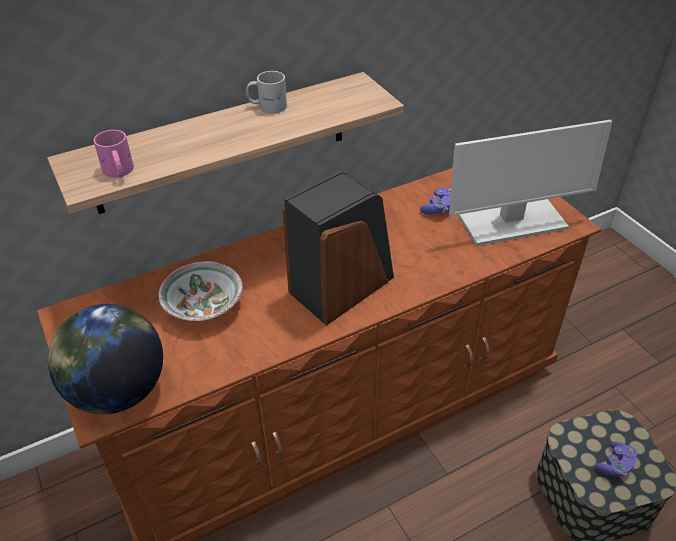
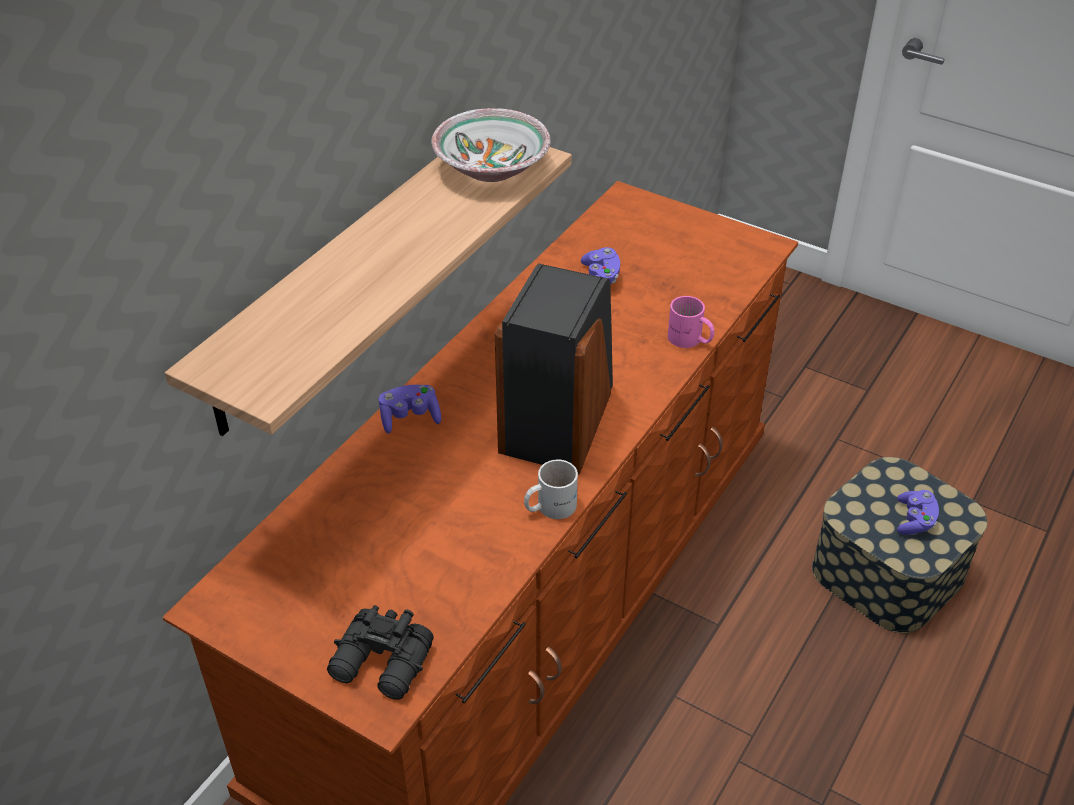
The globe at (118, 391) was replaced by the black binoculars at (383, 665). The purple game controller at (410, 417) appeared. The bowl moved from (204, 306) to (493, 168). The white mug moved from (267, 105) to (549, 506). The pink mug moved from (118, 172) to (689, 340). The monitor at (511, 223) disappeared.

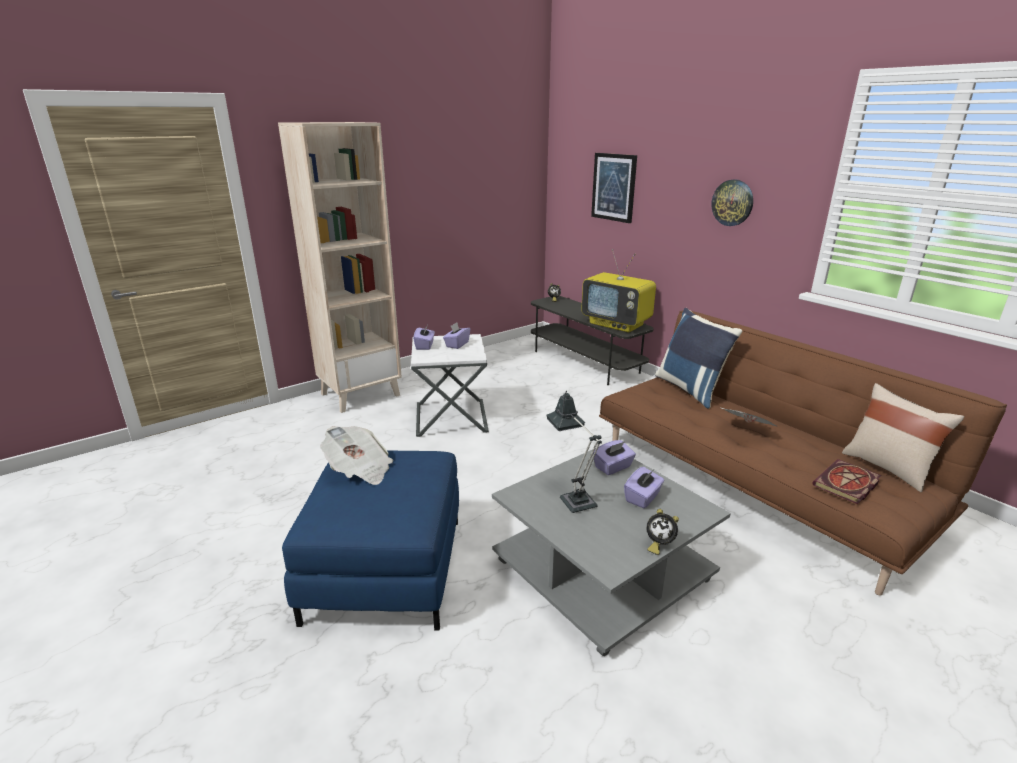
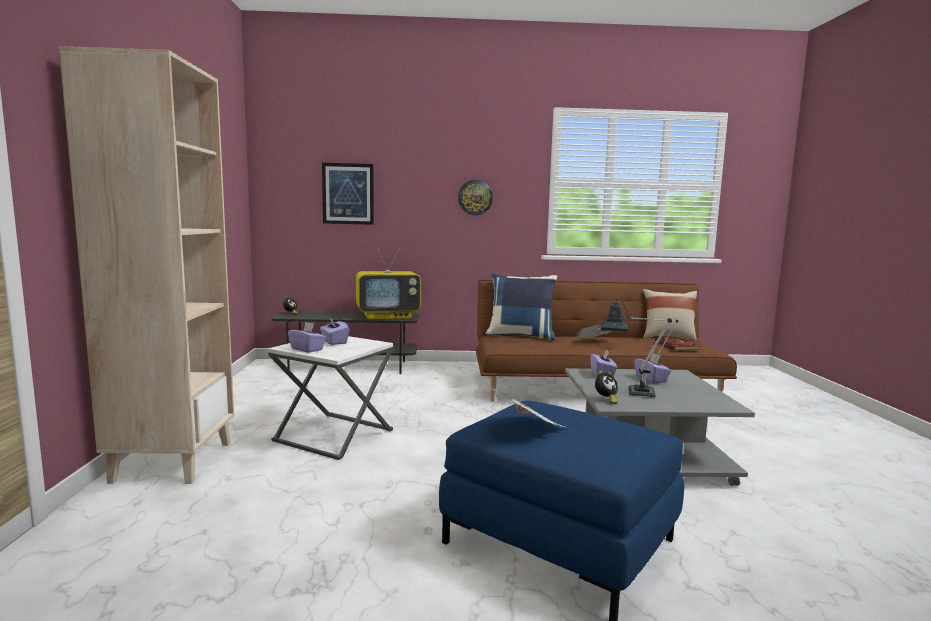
The alarm clock moved from (658, 544) to (605, 400).

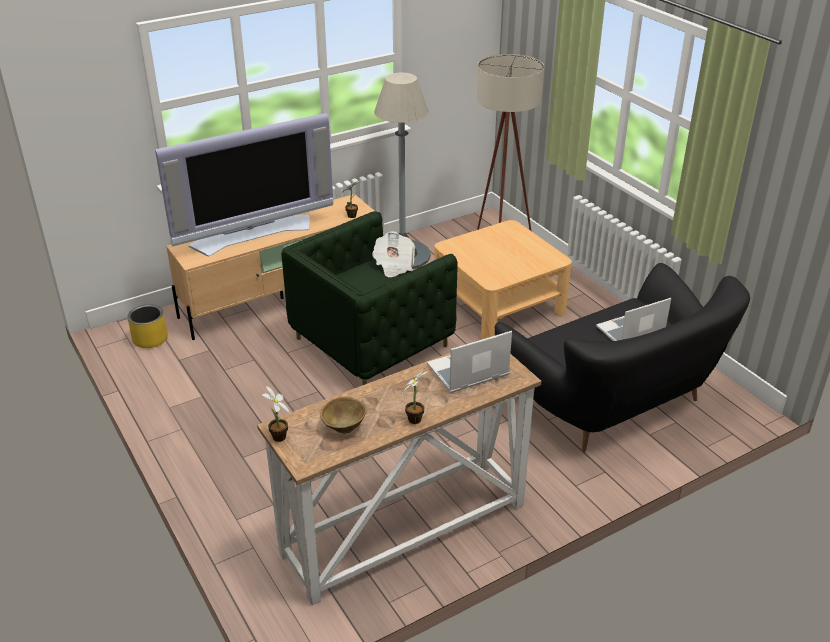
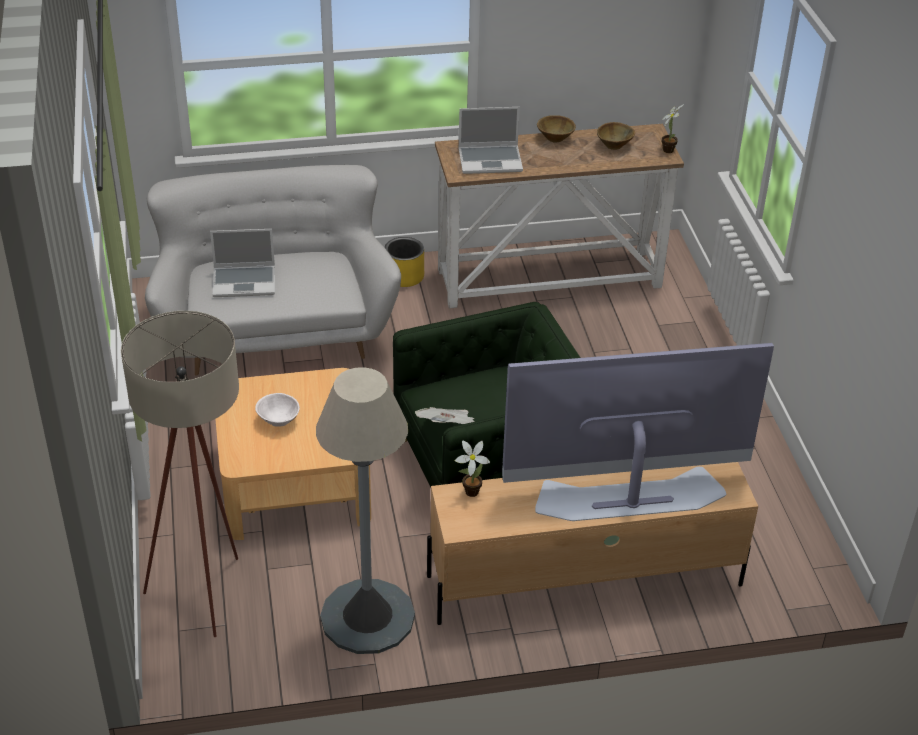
The black sofa at (613, 401) became the white sofa at (275, 329). The white bowl at (278, 421) appeared. The yellow planter moved from (150, 339) to (404, 276). The potted plant at (416, 418) was replaced by the brown bowl at (554, 139).

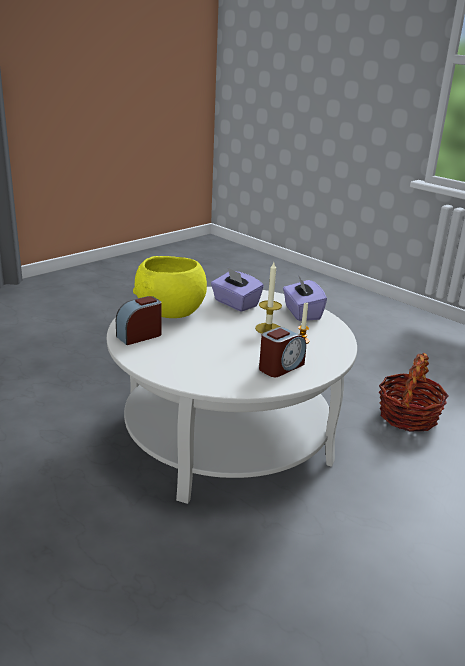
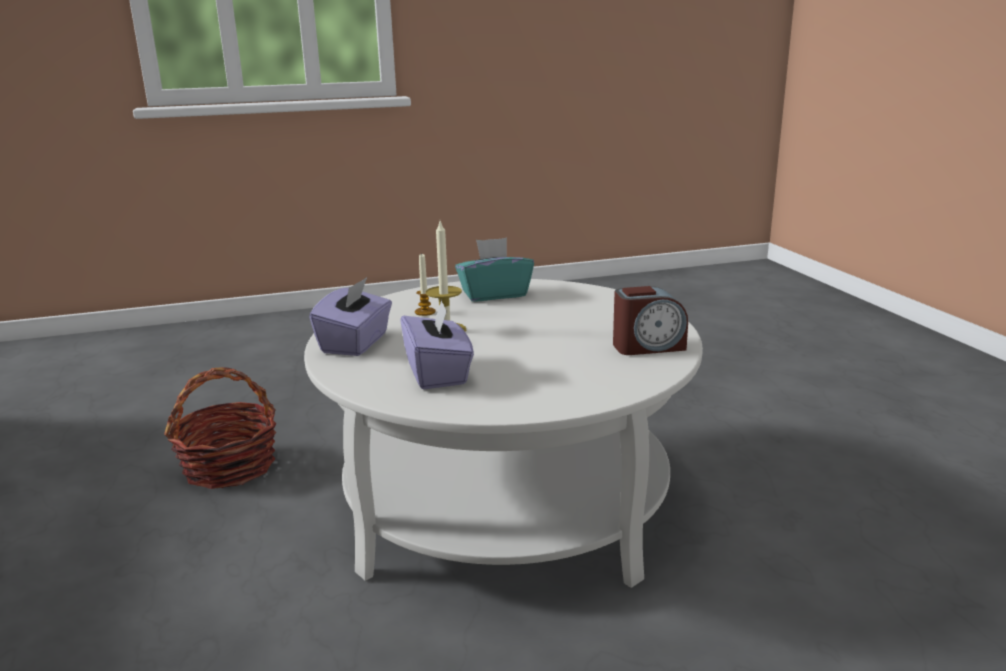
The alarm clock at (281, 367) was replaced by the turquoise tissue box at (494, 294). The yellow bowl at (169, 312) disappeared.

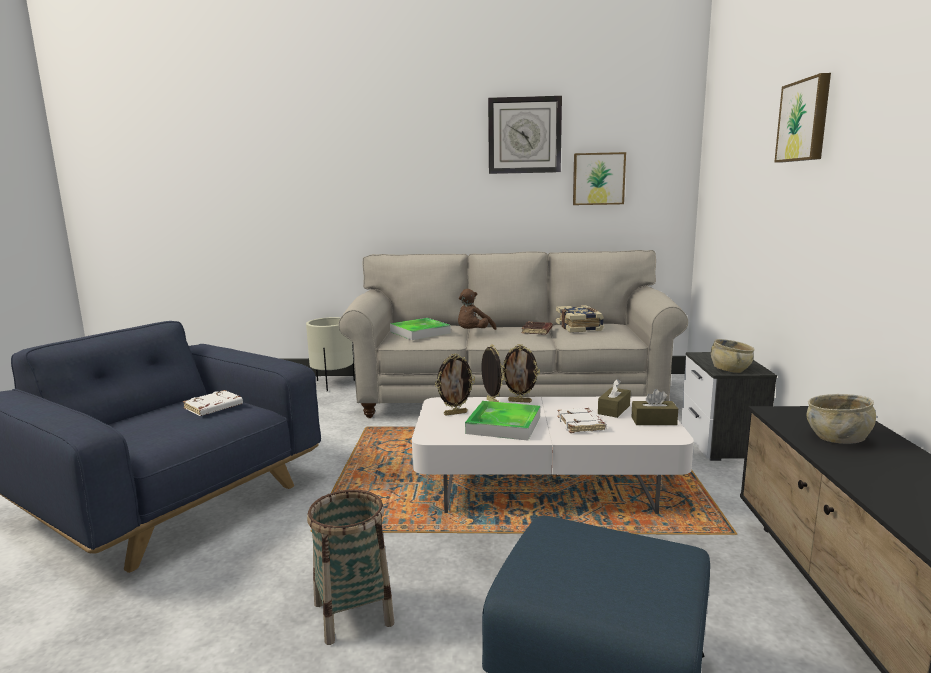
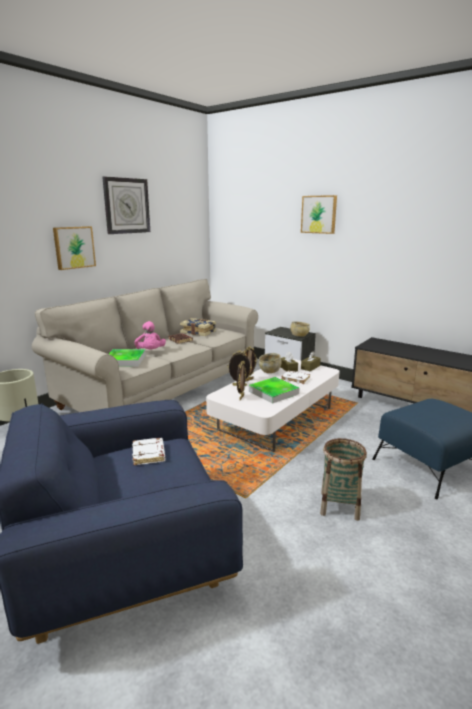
The picture moved from (598, 179) to (74, 247). The brown plush toy at (473, 333) became the pink plush toy at (150, 351). The beige bowl moved from (837, 438) to (270, 371).

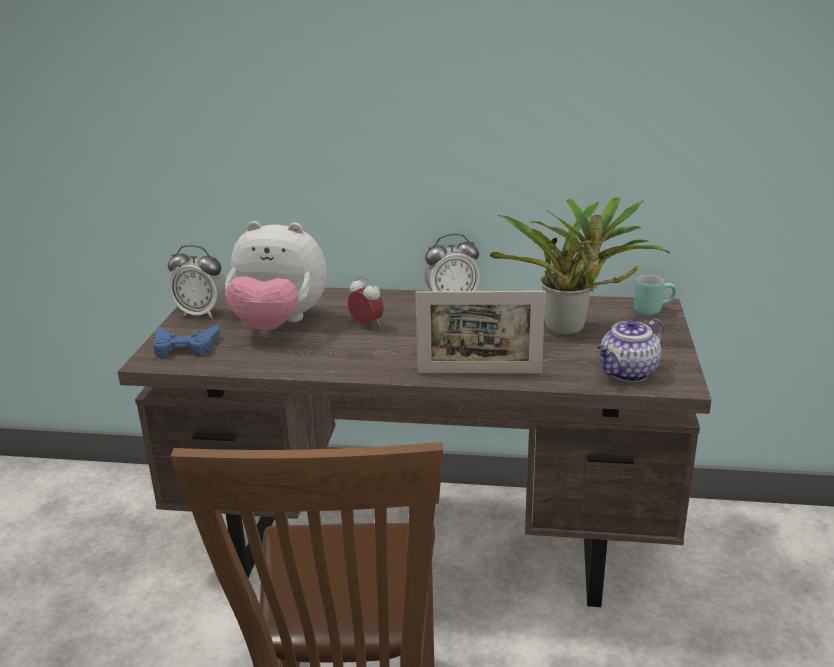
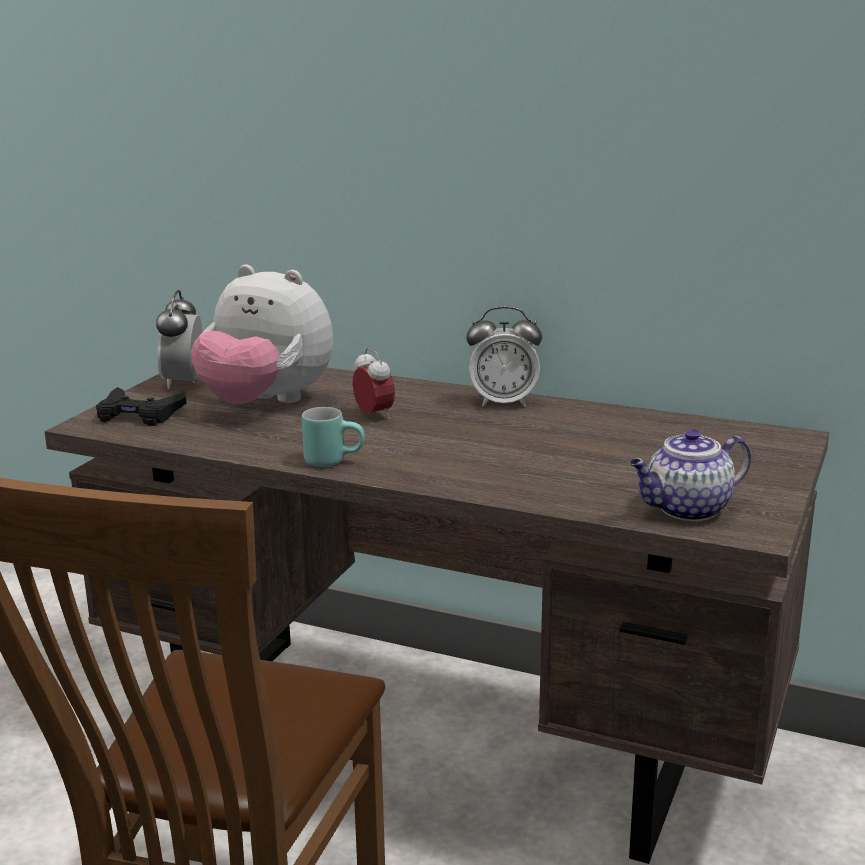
The blue game controller at (185, 346) became the black game controller at (139, 414). The alarm clock at (202, 313) turned 60 degrees clockwise. The turquoise mug moved from (652, 309) to (334, 460). The picture frame at (479, 373) disappeared. The potted plant at (570, 330) disappeared.

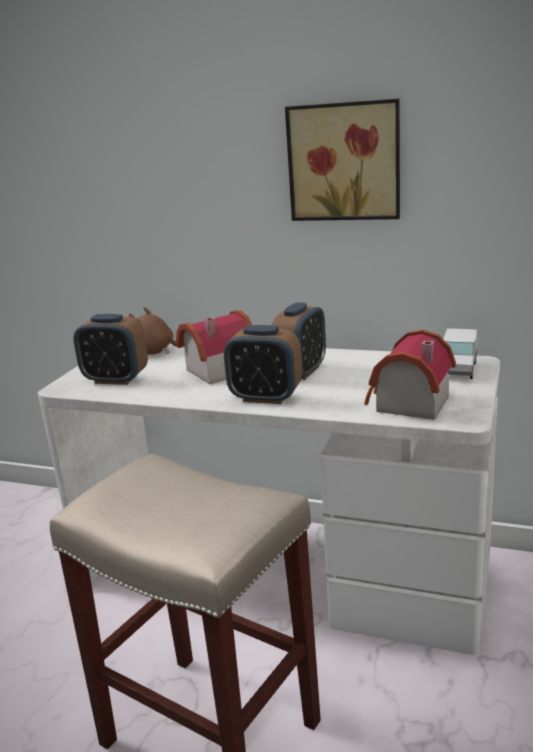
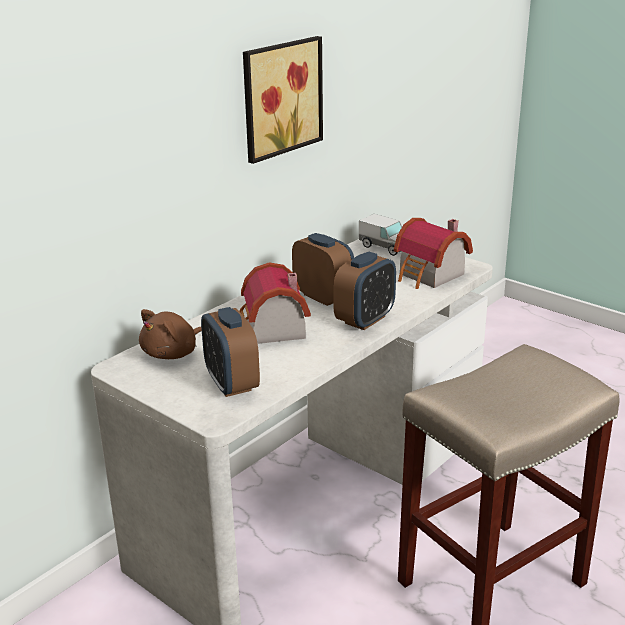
The alarm clock at (115, 379) turned 120 degrees clockwise.

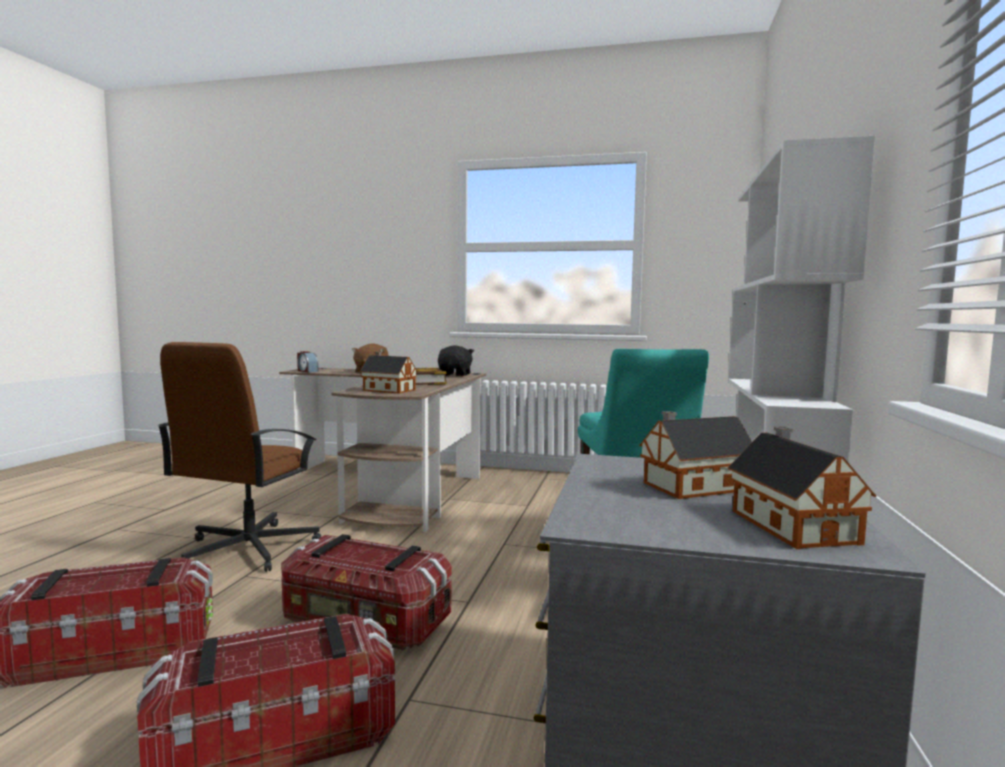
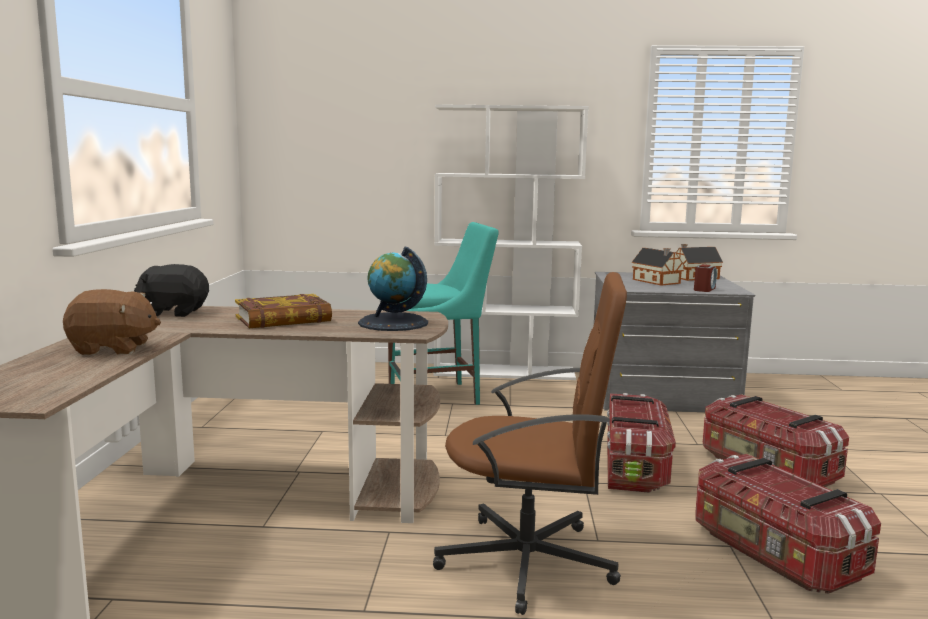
The toy house at (387, 390) was replaced by the globe at (393, 323). The alarm clock moved from (307, 371) to (704, 289).

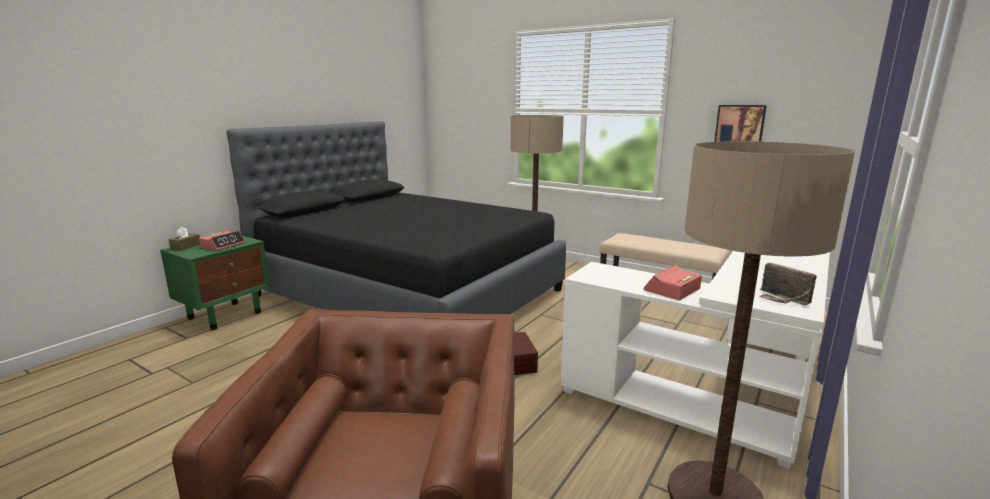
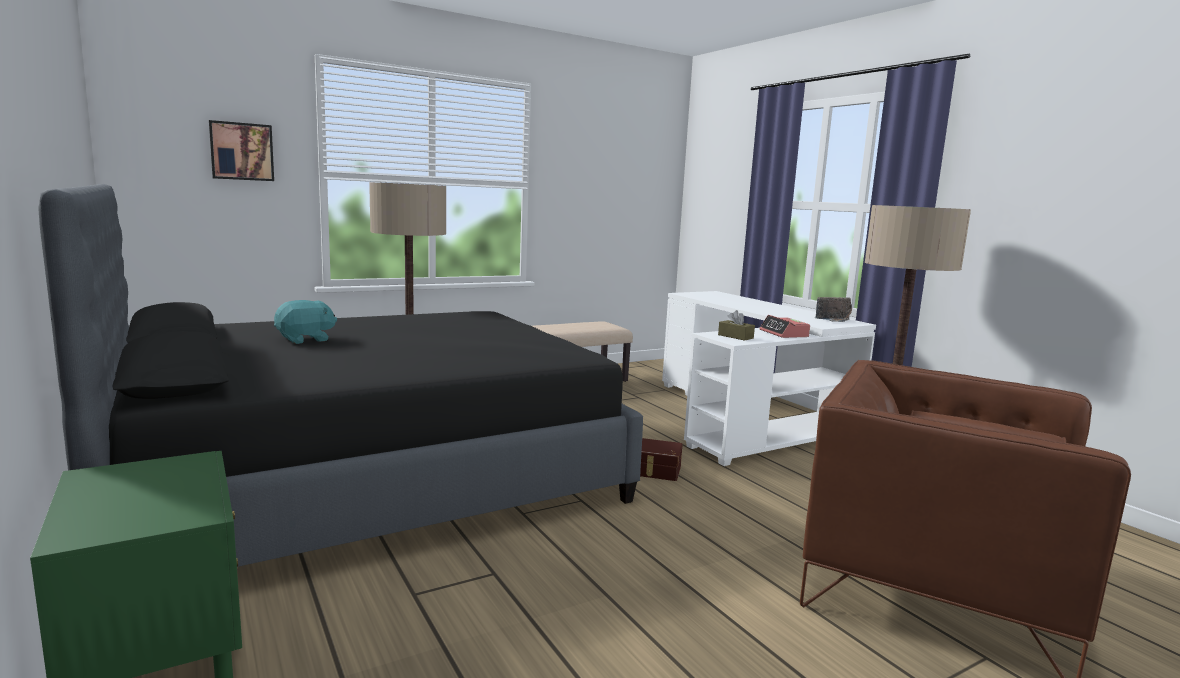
The picture moved from (739, 126) to (242, 151). The turquoise plush toy at (305, 339) appeared. The brown tissue box moved from (186, 247) to (735, 336). The alarm clock at (223, 245) disappeared.

